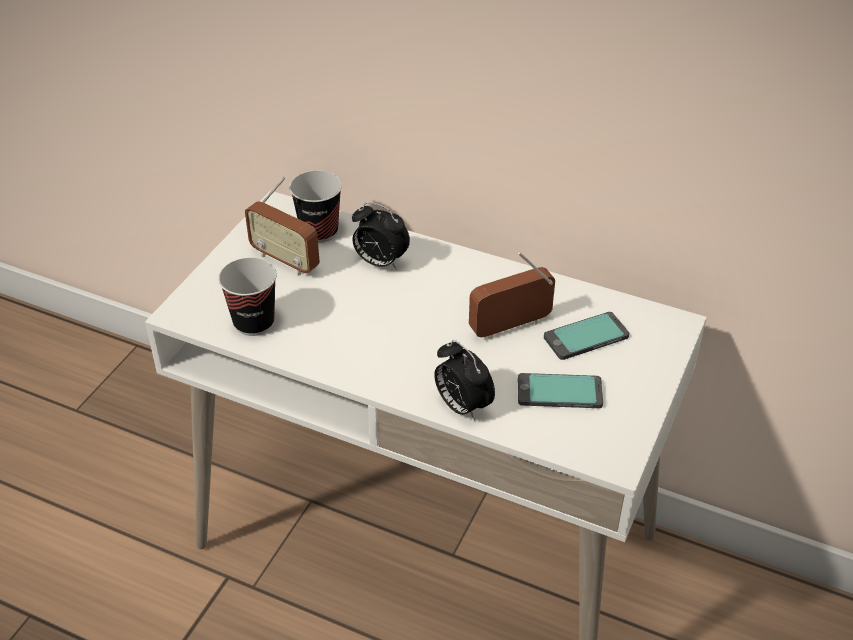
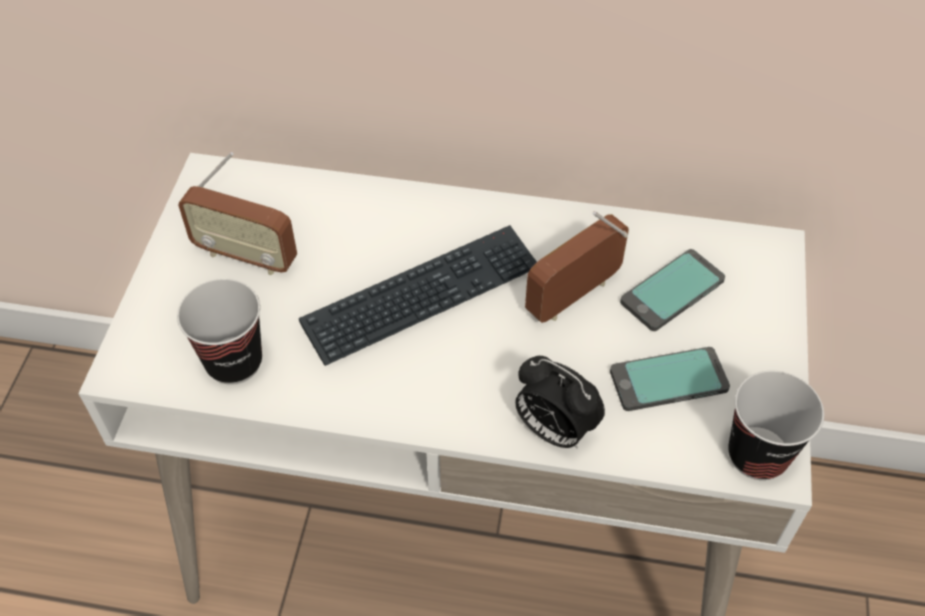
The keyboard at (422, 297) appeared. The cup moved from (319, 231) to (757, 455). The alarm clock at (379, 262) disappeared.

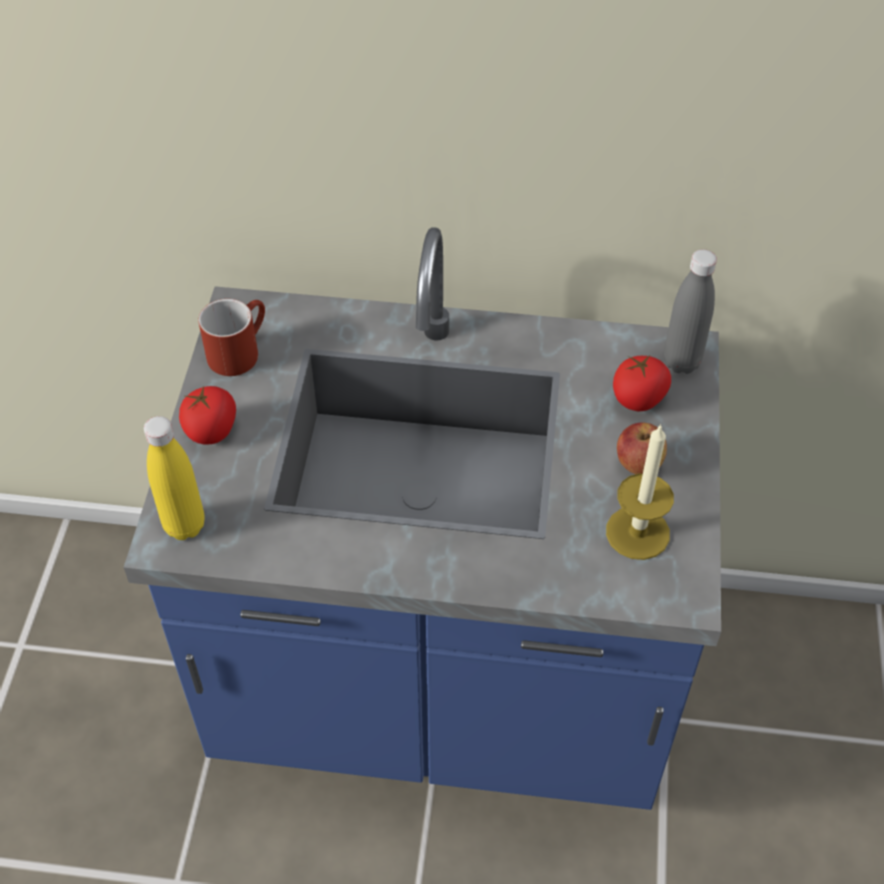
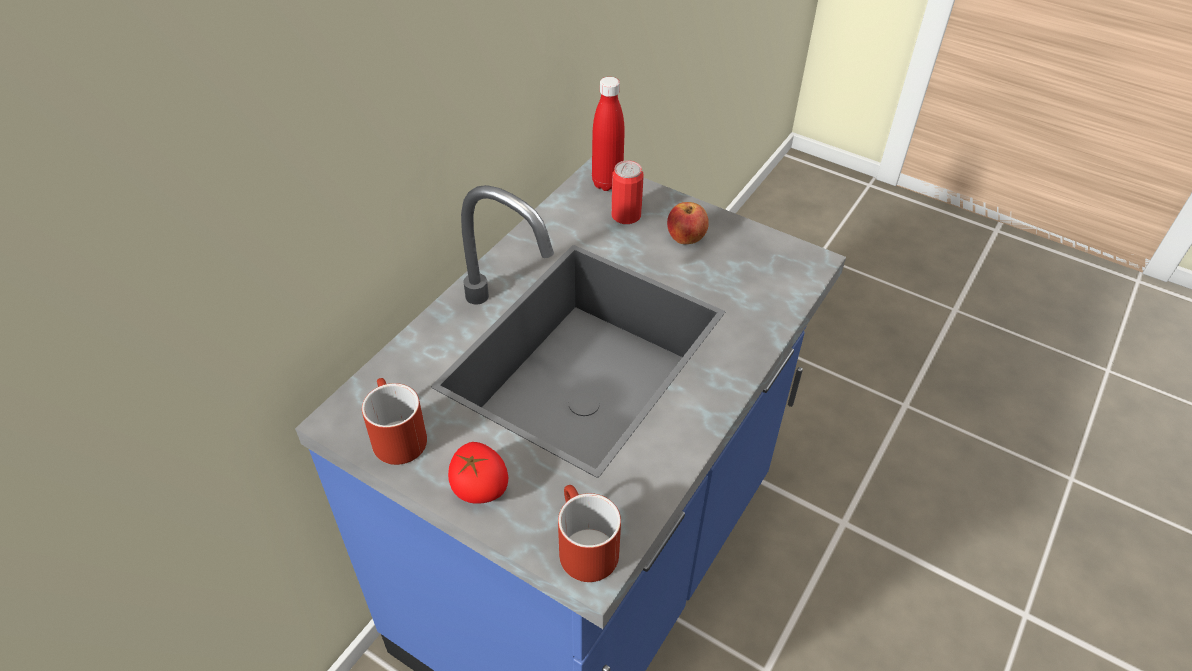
The yellow bottle at (184, 525) was replaced by the red mug at (582, 546). The grey bottle at (681, 362) became the red bottle at (607, 183). The tomato at (638, 398) was replaced by the can at (626, 215). The candle at (637, 532) disappeared.

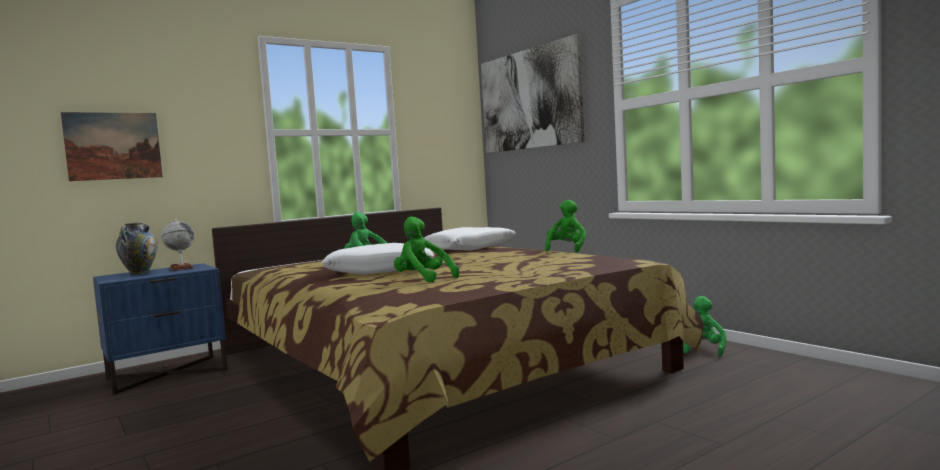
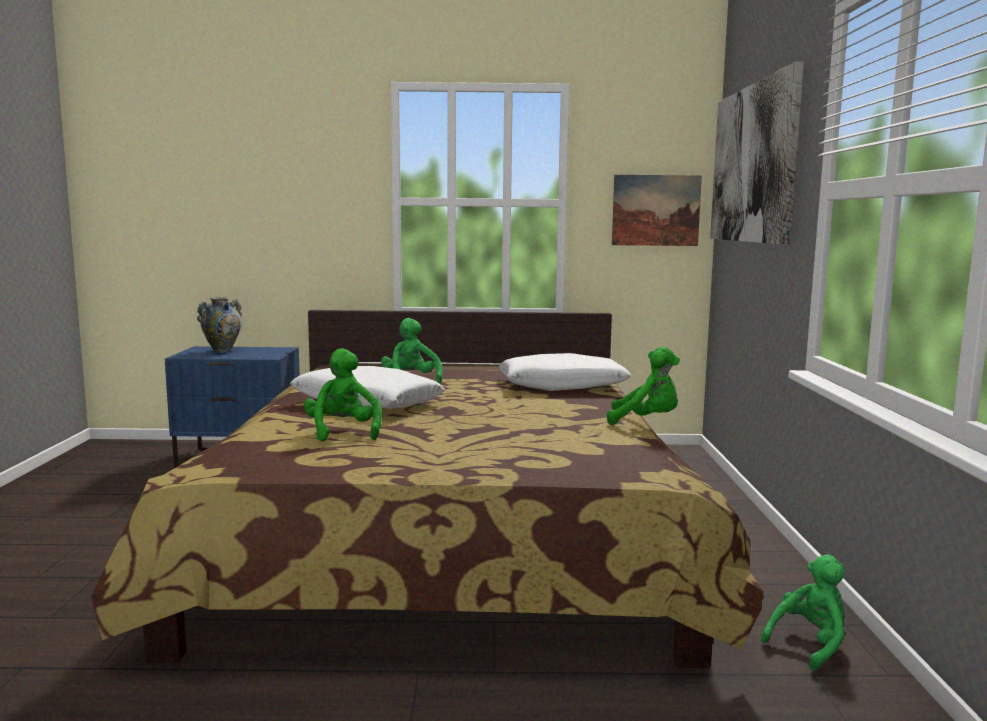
The green plush toy at (567, 249) turned 45 degrees clockwise. The picture moved from (113, 146) to (656, 210). The globe at (181, 268) disappeared.

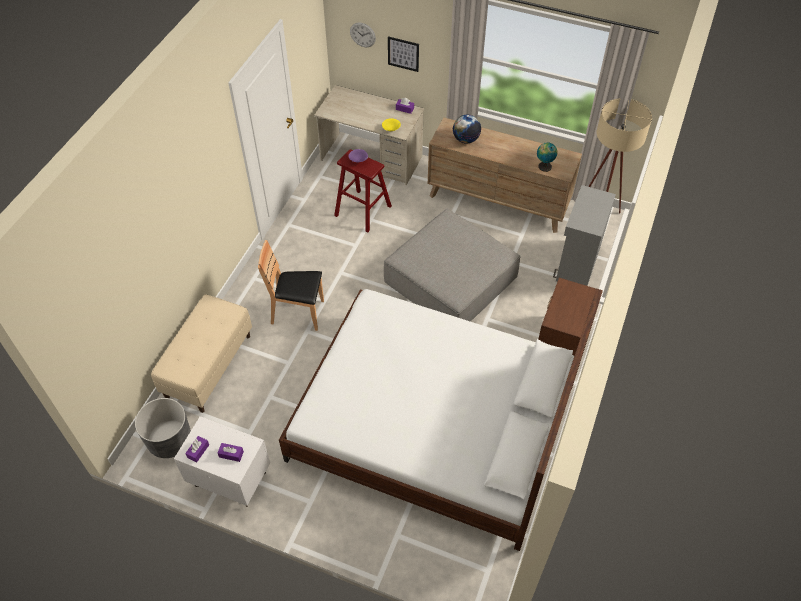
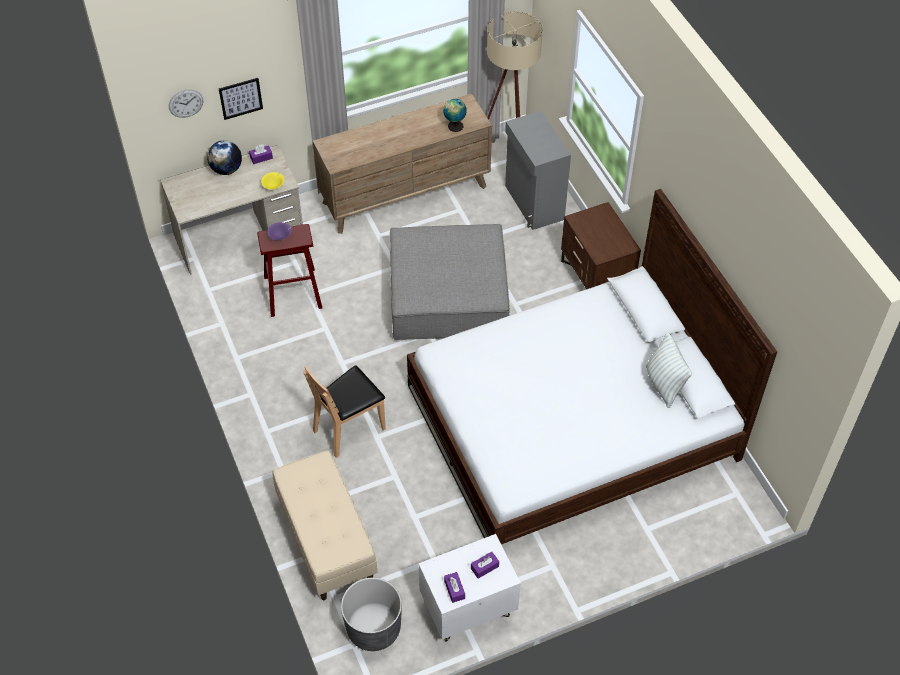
The globe moved from (465, 139) to (226, 169). The pillow at (664, 384) appeared.

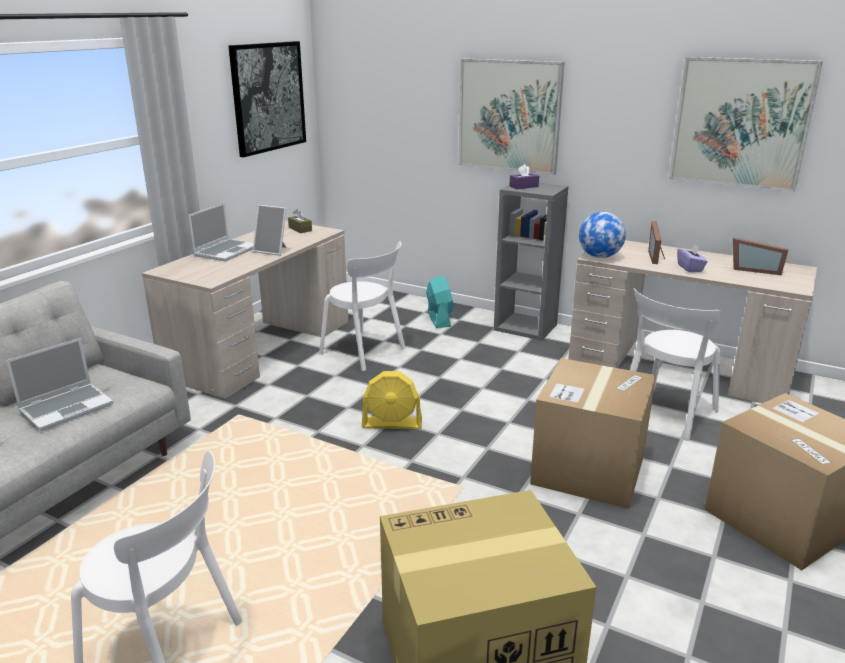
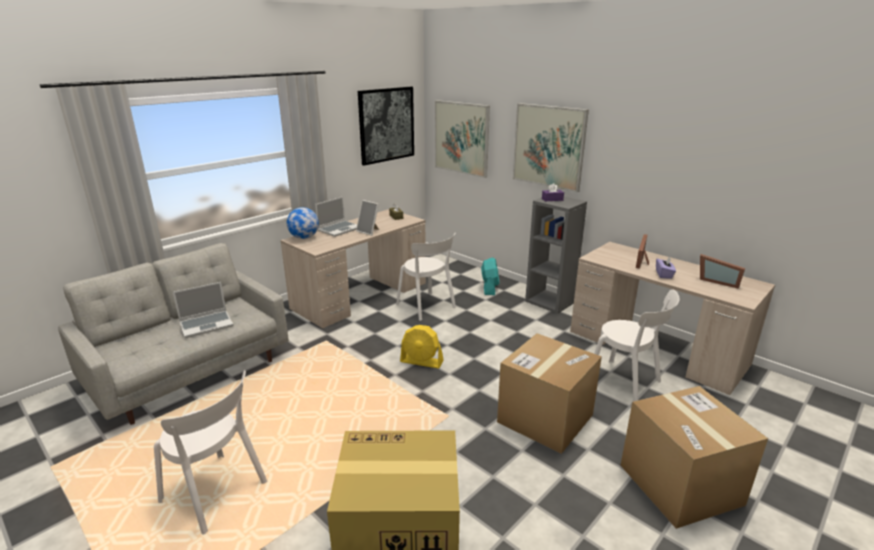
The globe moved from (599, 257) to (304, 238). The picture moved from (741, 123) to (461, 138). The white chair at (665, 413) turned 105 degrees counterclockwise.

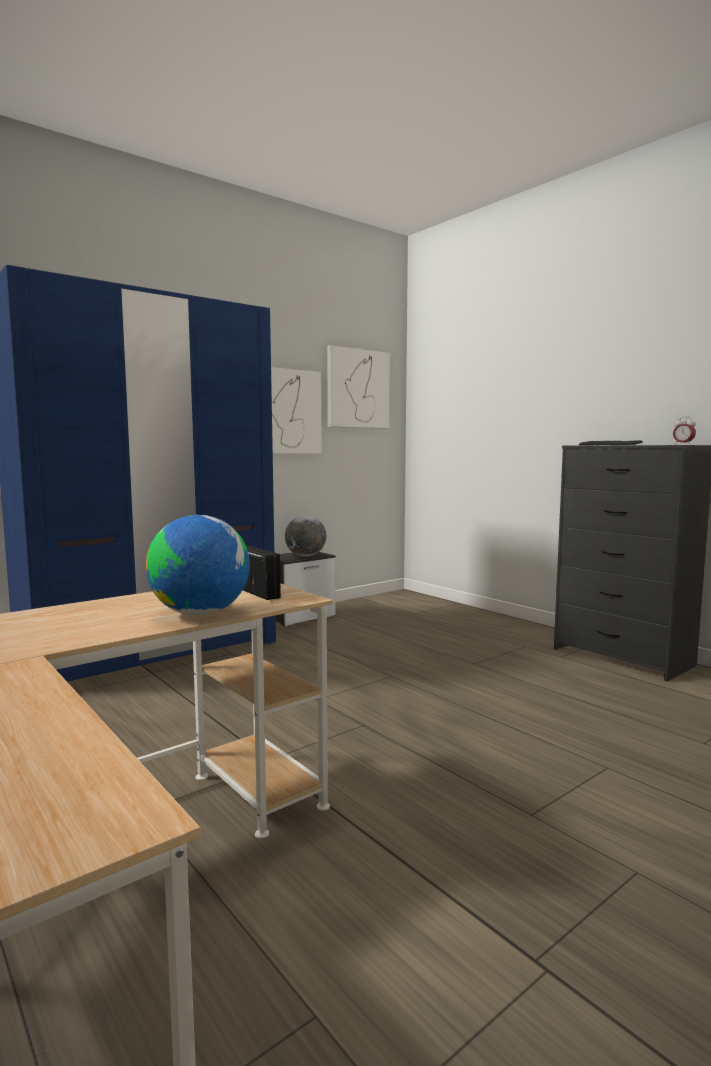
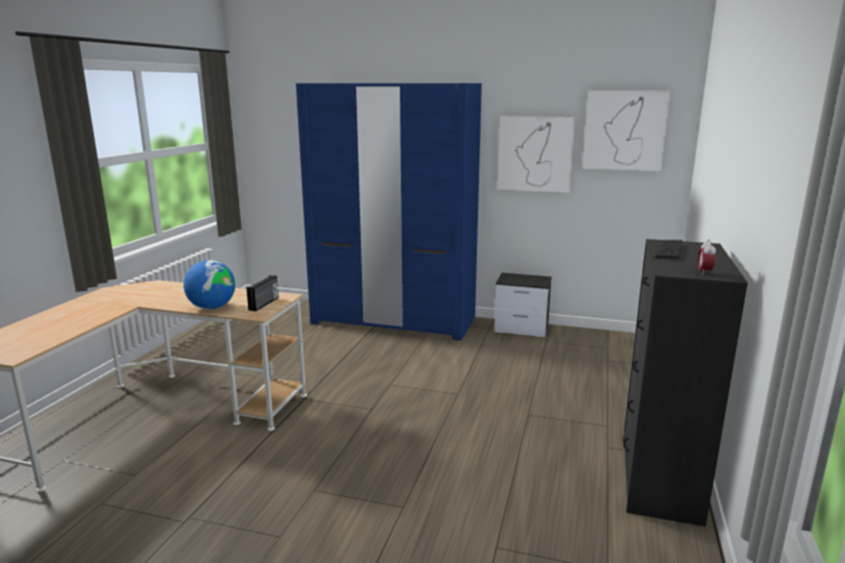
The globe at (305, 556) disappeared.

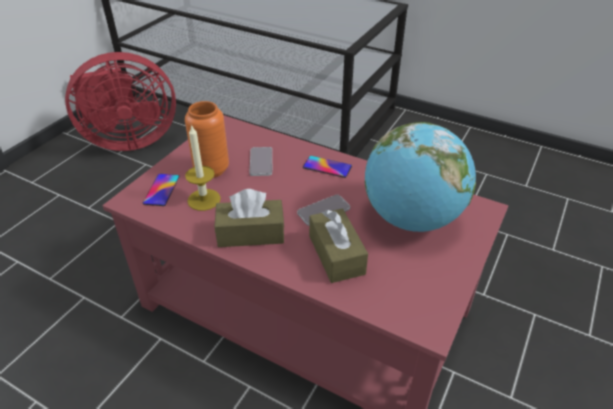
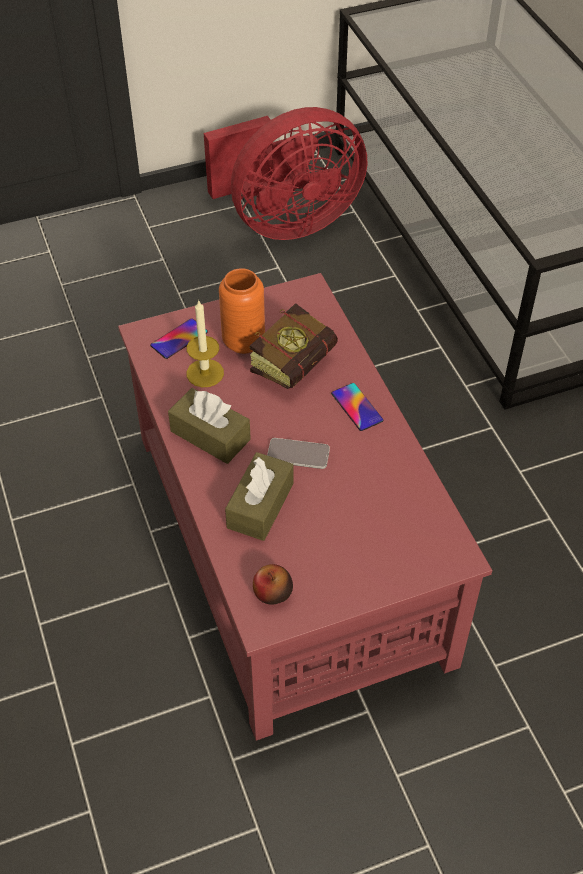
The red fan at (128, 140) turned 45 degrees counterclockwise. The phone at (261, 162) was replaced by the book at (298, 361). The apple at (272, 593) appeared. The globe at (411, 218) disappeared.

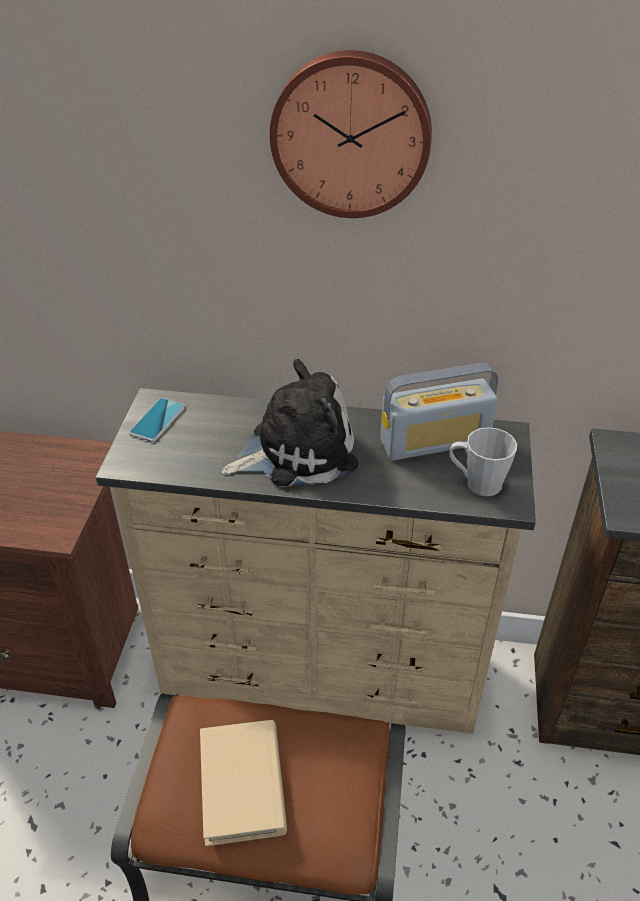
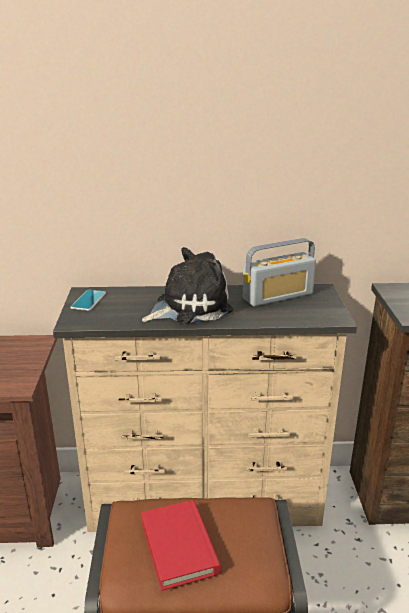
The beige book at (242, 784) became the red book at (179, 546). The wall clock at (351, 134) disappeared. The grey mug at (477, 483) disappeared.

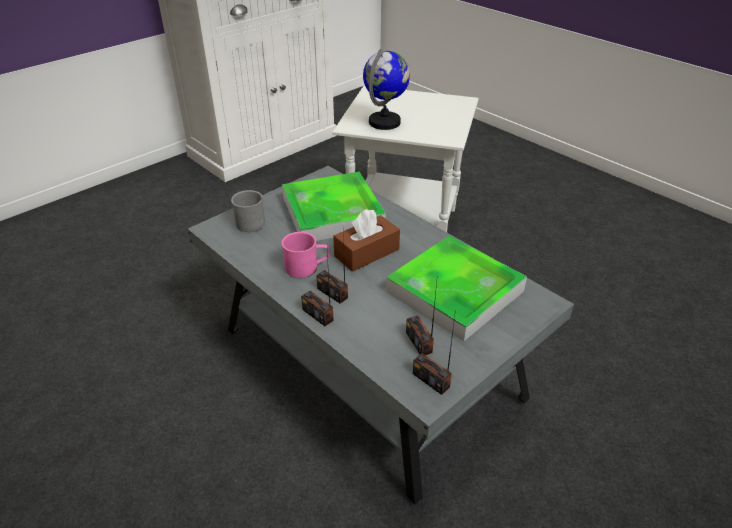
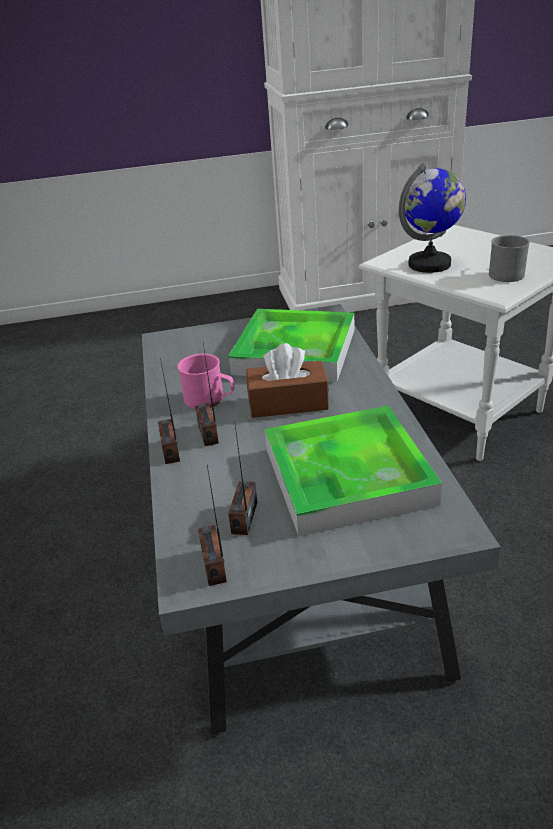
The grey mug moved from (248, 221) to (505, 273).

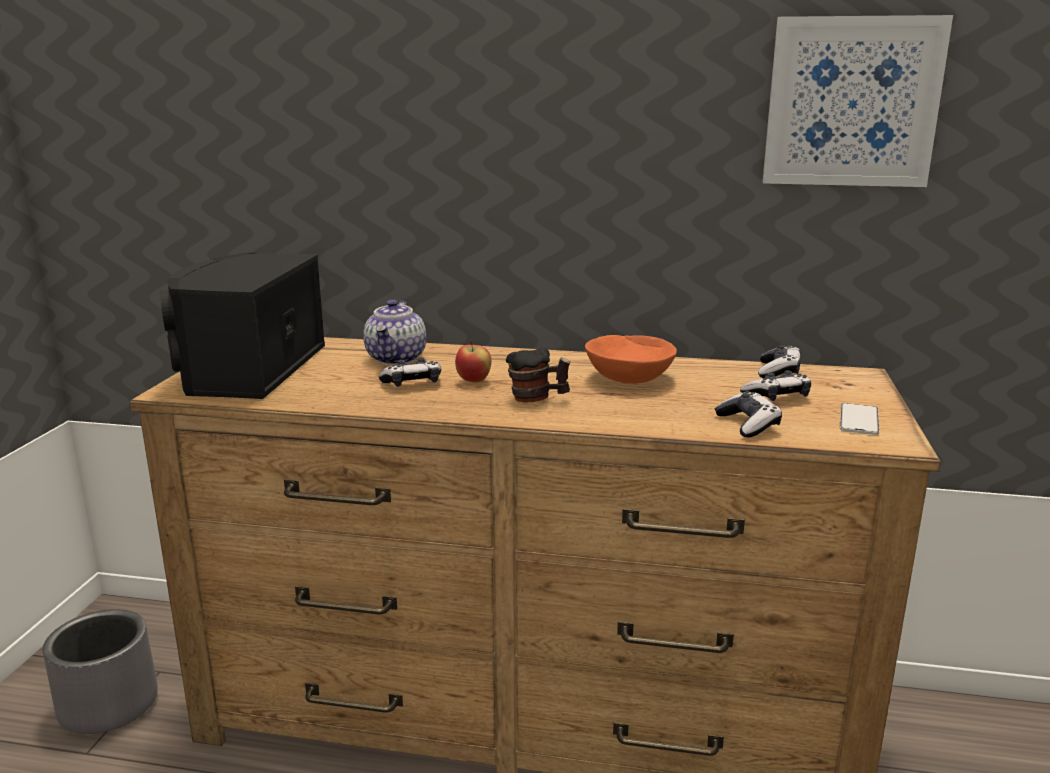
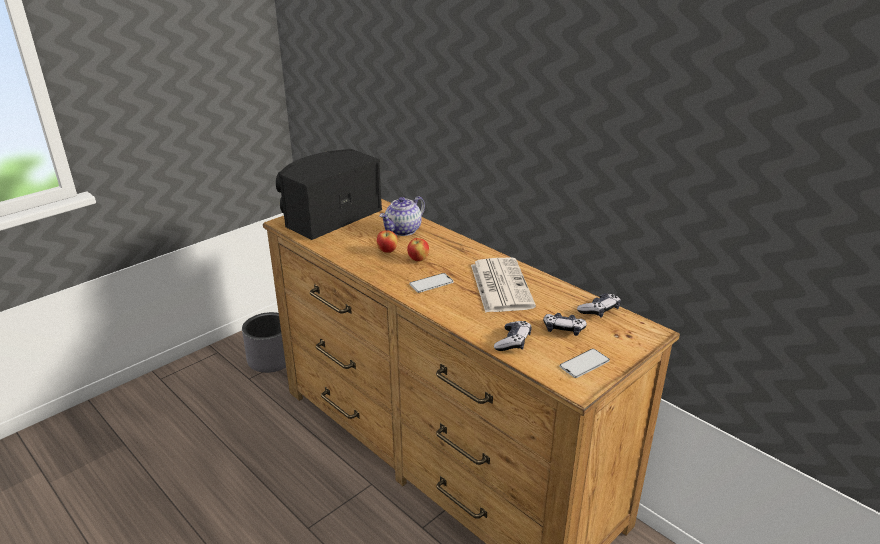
The game controller at (412, 383) was replaced by the apple at (387, 251). The mug at (537, 399) was replaced by the phone at (431, 283). The orange bowl at (627, 378) was replaced by the newspaper at (500, 285). The picture at (851, 102) disappeared.

